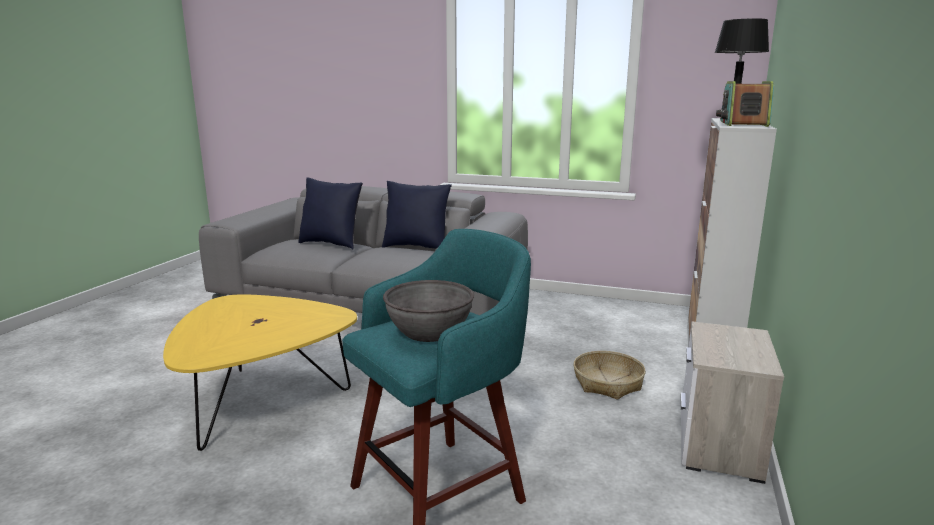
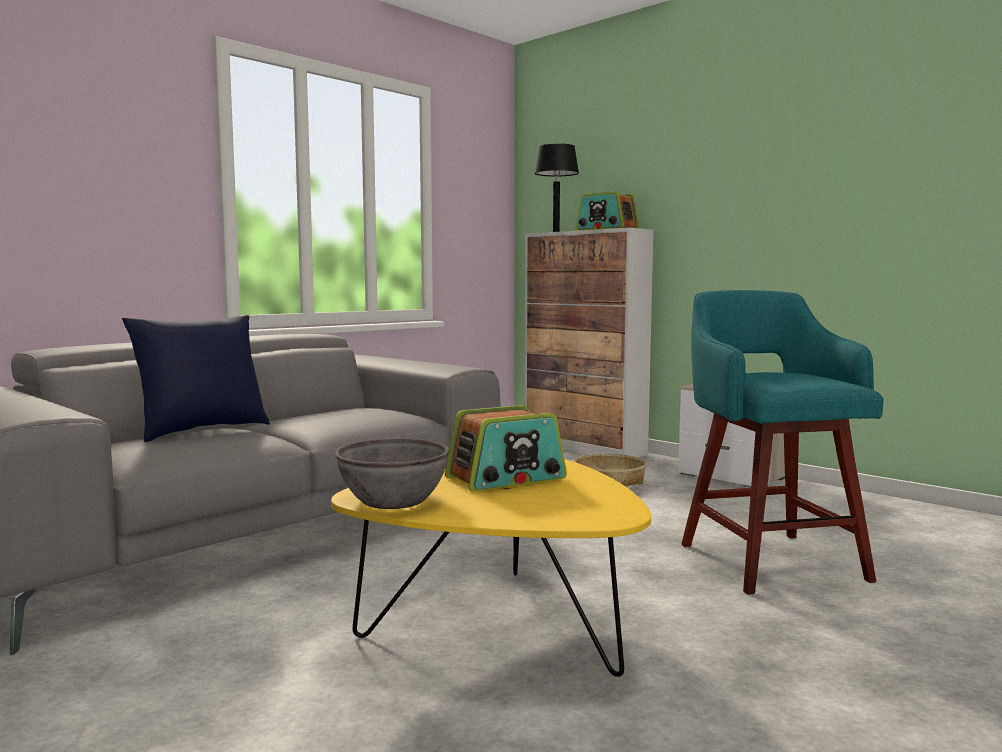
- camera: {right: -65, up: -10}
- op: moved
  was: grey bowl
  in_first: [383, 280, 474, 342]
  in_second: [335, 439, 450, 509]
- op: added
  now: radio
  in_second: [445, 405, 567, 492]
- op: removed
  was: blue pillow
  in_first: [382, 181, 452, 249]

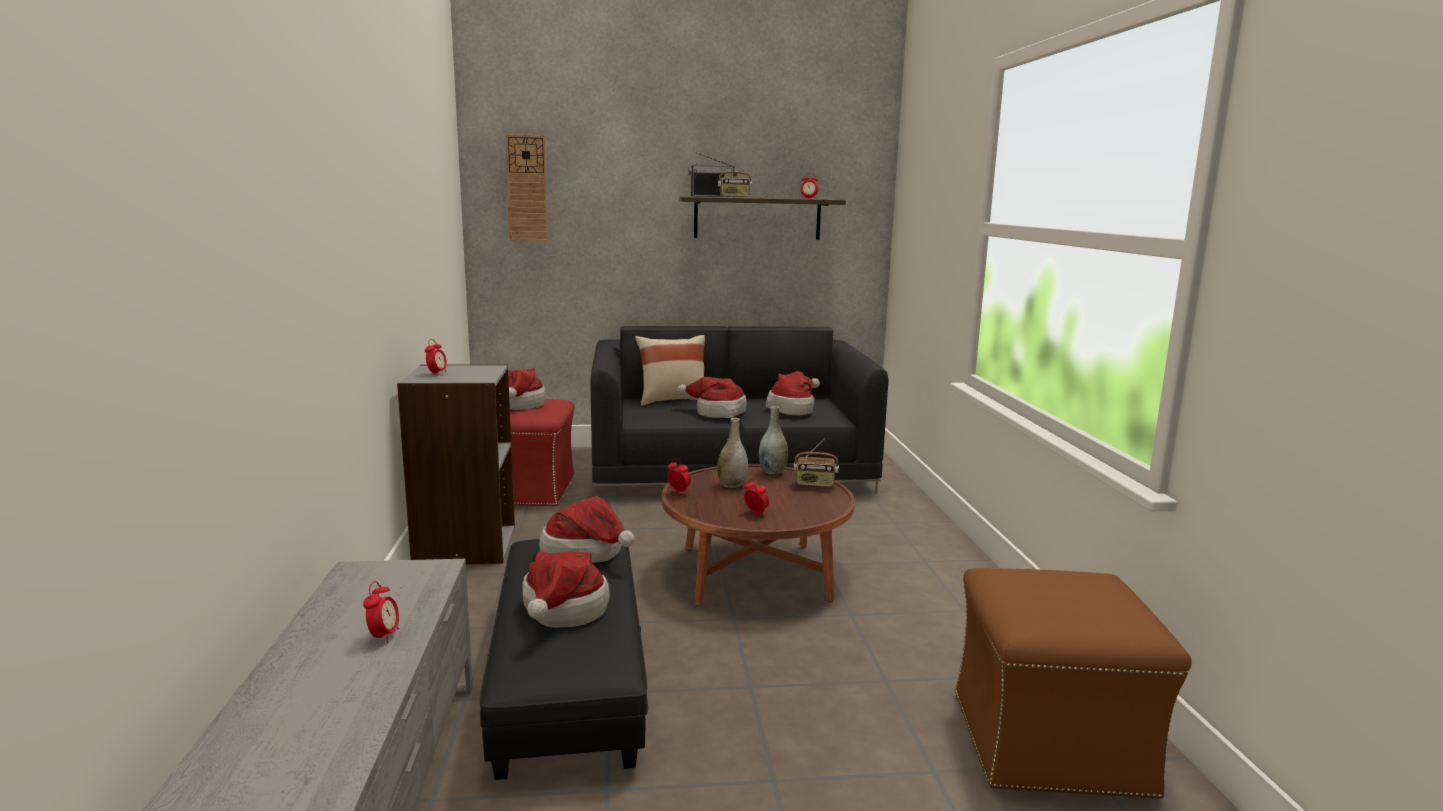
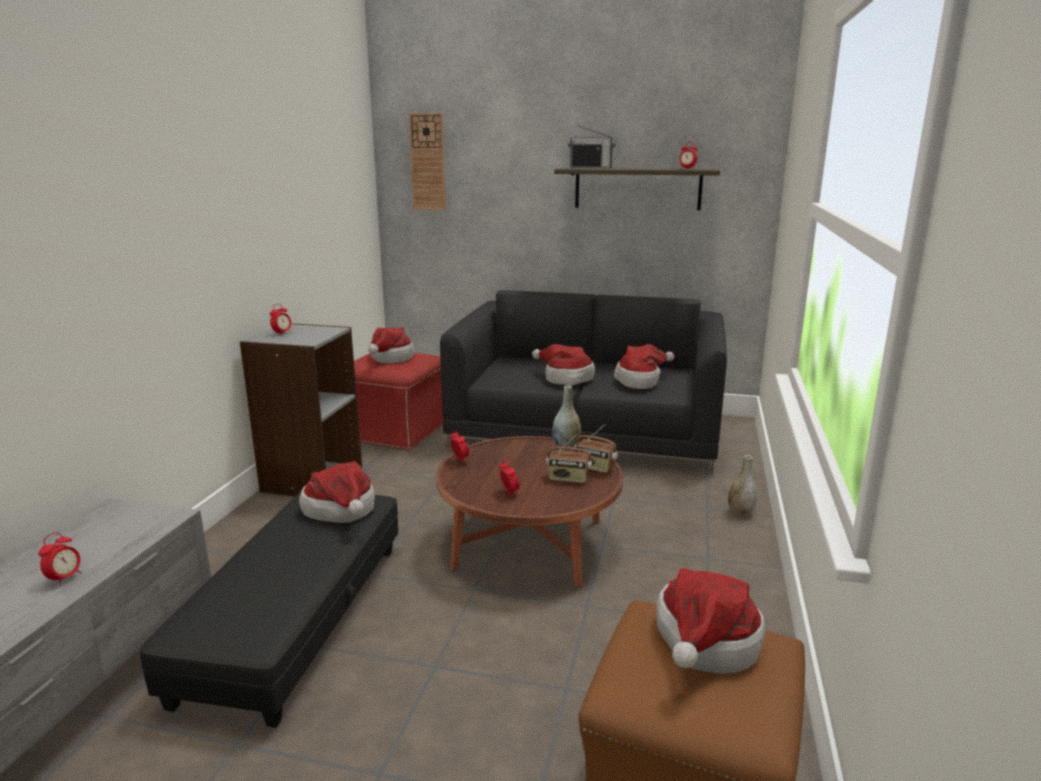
- camera: {right: 20, up: 5}
- op: moved
  was: radio
  in_first: [718, 162, 752, 198]
  in_second: [546, 433, 592, 483]
- op: moved
  was: hat
  in_first: [522, 551, 610, 627]
  in_second: [656, 568, 765, 674]
- op: moved
  was: grey vase
  in_first: [717, 418, 748, 488]
  in_second: [728, 455, 757, 516]
- op: removed
  was: beige pillow
  in_first: [635, 335, 705, 406]

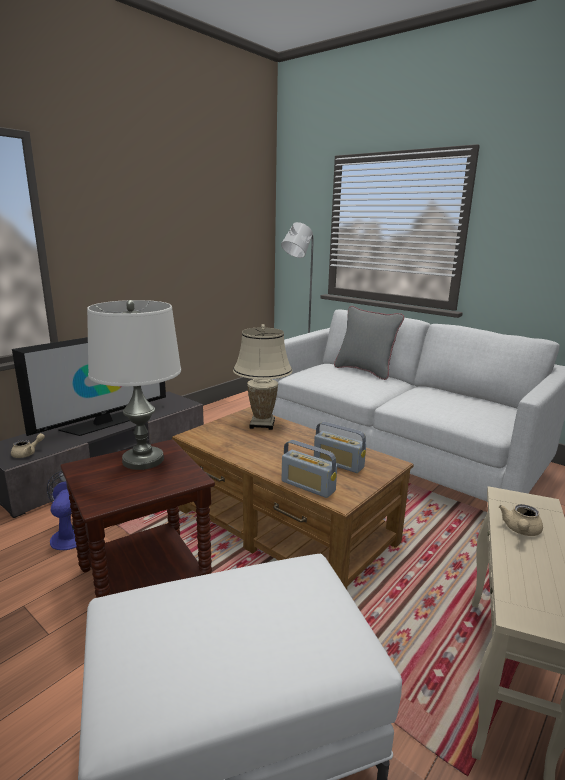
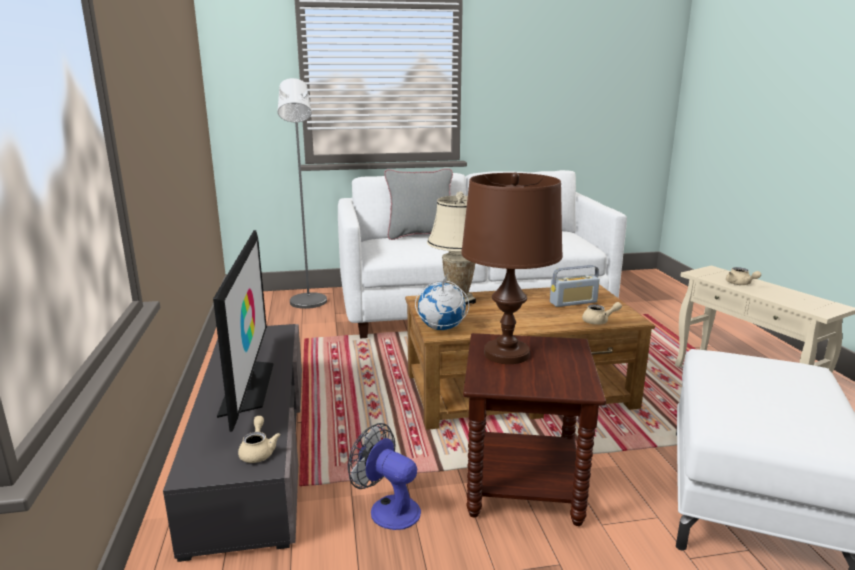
- camera: {right: -50, up: 0}
- op: added
  now: globe
  in_second: [415, 274, 469, 330]
- op: recoloured
  was: white table lamp
  now: brown table lamp
  in_first: [87, 300, 181, 470]
  in_second: [461, 172, 563, 364]
- op: replaced
  was: radio
  now: beige teapot
  in_first: [282, 440, 337, 498]
  in_second: [582, 302, 622, 325]

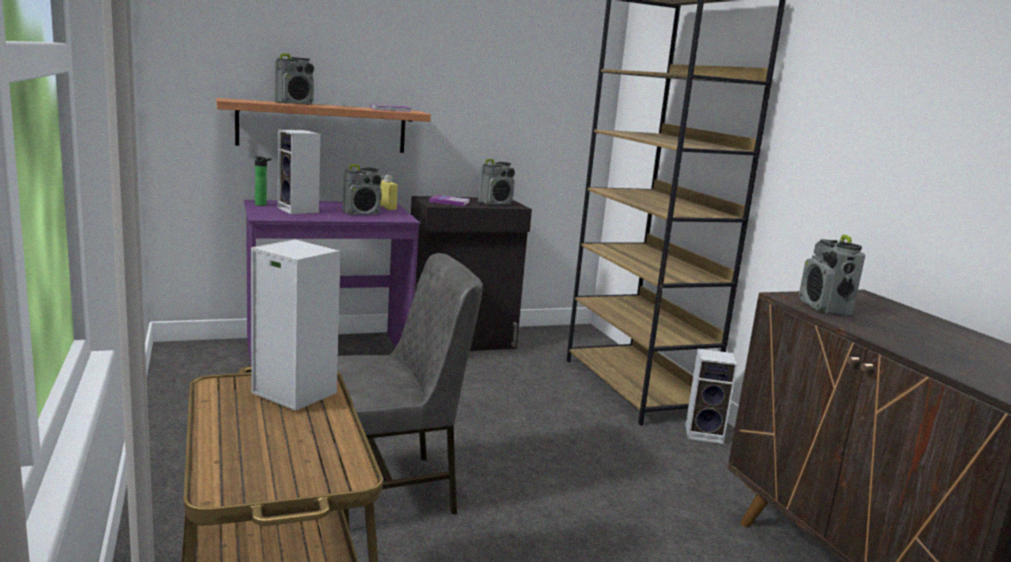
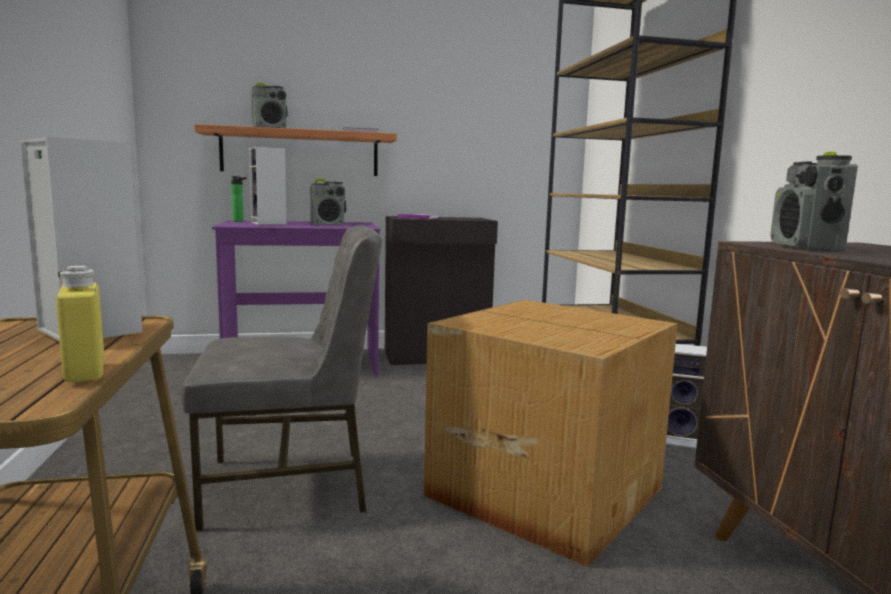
- camera: {right: 10, up: -5}
- op: moved
  was: yellow bottle
  in_first: [380, 175, 398, 210]
  in_second: [56, 266, 104, 382]
- op: added
  now: cardboard box
  in_second: [424, 300, 678, 567]
- op: removed
  was: radio
  in_first: [478, 159, 515, 205]

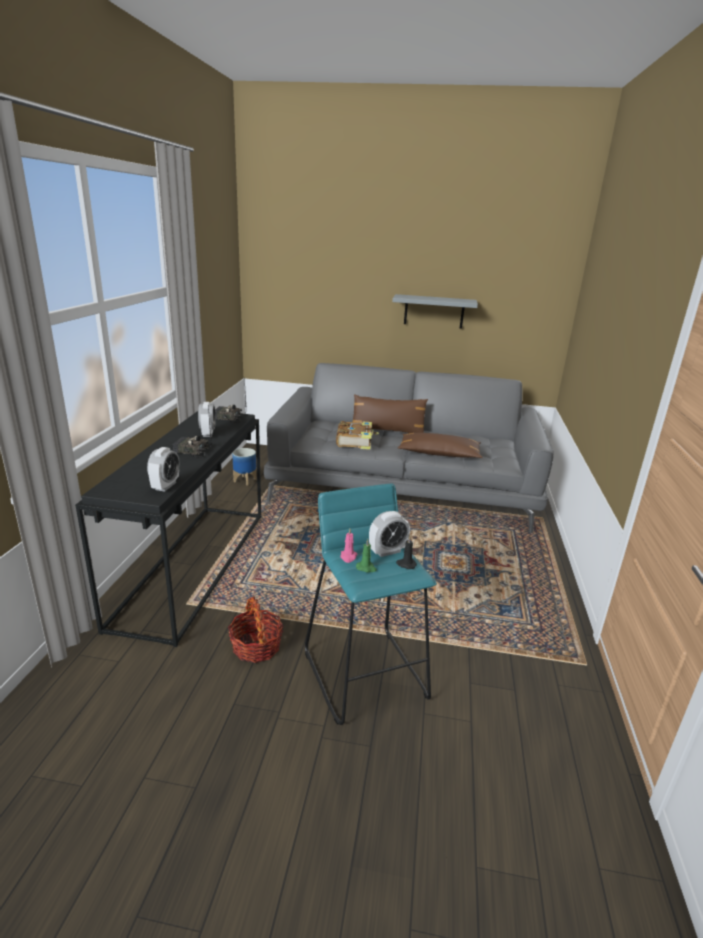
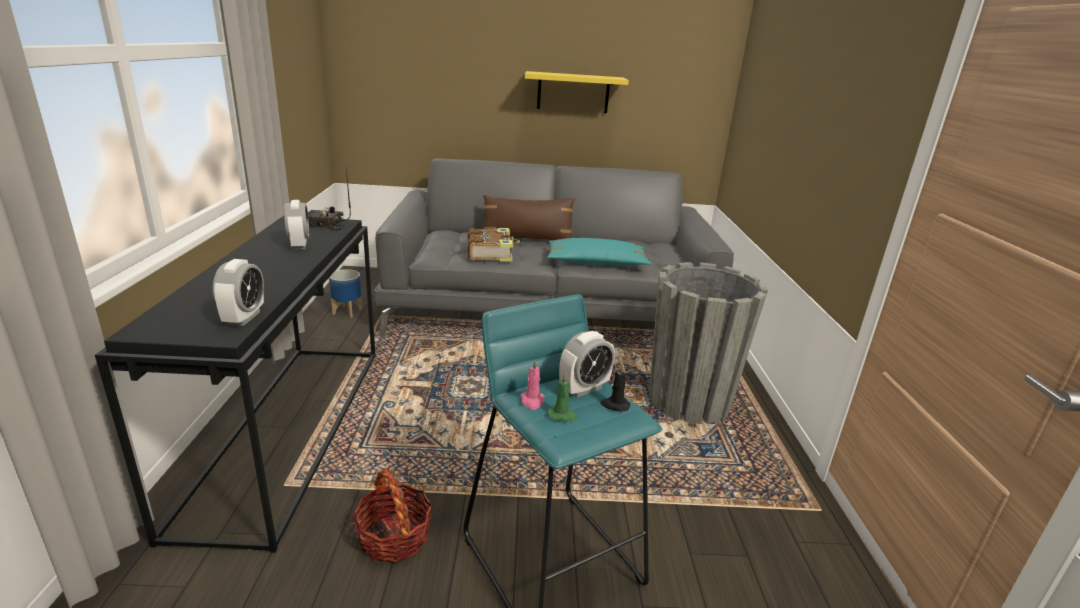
- camera: {right: -10, up: 0}
- op: recoloured
  was: grey shelf
  now: yellow shelf
  in_first: [392, 294, 478, 329]
  in_second: [525, 71, 629, 113]
- op: recoloured
  was: brown pillow
  now: turquoise pillow
  in_first: [398, 433, 483, 458]
  in_second: [547, 238, 652, 266]
- op: added
  now: grey planter
  in_second: [649, 262, 768, 424]
- op: removed
  was: radio
  in_first: [173, 405, 212, 458]

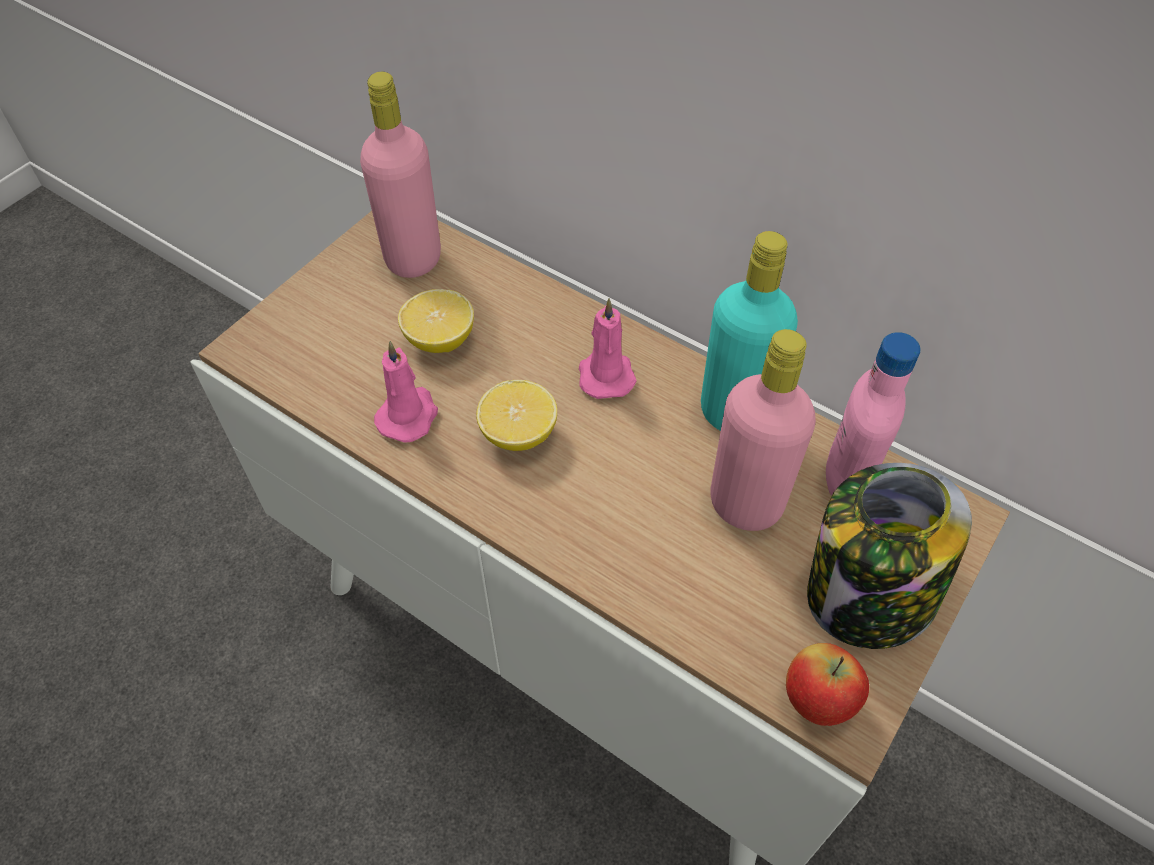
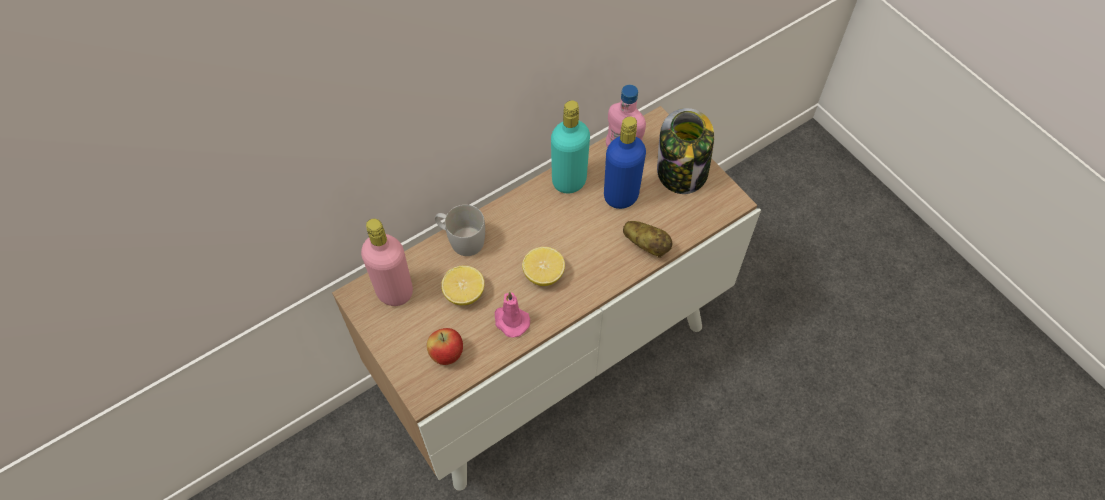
- camera: {right: -70, up: 5}
- op: moved
  was: apple
  in_first: [786, 643, 869, 726]
  in_second: [427, 328, 463, 365]
- op: added
  now: white mug
  in_second: [435, 205, 485, 256]
- op: recoloured
  was: pink bottle
  now: blue bottle
  in_first: [710, 329, 816, 531]
  in_second: [604, 117, 646, 209]
- op: added
  now: potato
  in_second: [623, 221, 672, 258]
- op: removed
  was: pink candle
  in_first: [579, 298, 637, 399]

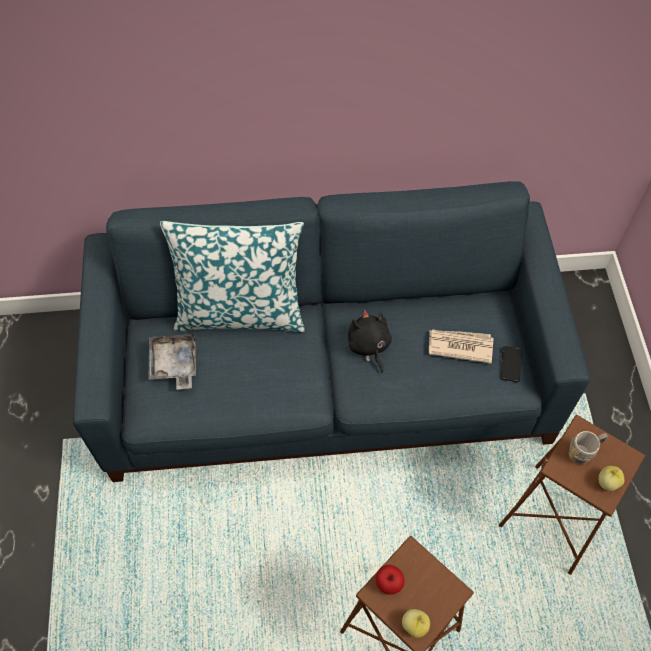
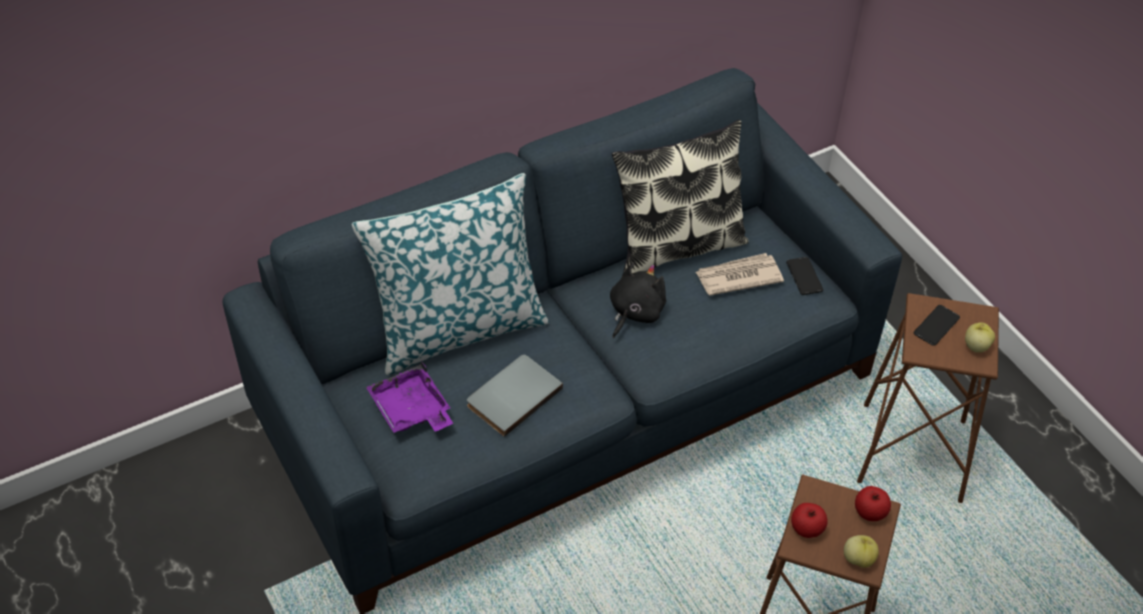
- camera: {right: -25, up: -10}
- op: recoloured
  was: grey tray
  now: purple tray
  in_first: [148, 332, 196, 390]
  in_second: [366, 361, 453, 433]
- op: added
  now: grey book
  in_second: [467, 355, 563, 437]
- op: turned
  was: black plush toy
  in_first: [348, 309, 392, 374]
  in_second: [610, 262, 666, 339]
  clockwise: 75
- op: added
  now: pillow
  in_second: [612, 120, 749, 273]
- op: added
  now: apple
  in_second: [855, 486, 891, 521]
- op: replaced
  was: grey mug
  now: phone
  in_first: [569, 431, 608, 464]
  in_second: [914, 305, 960, 346]

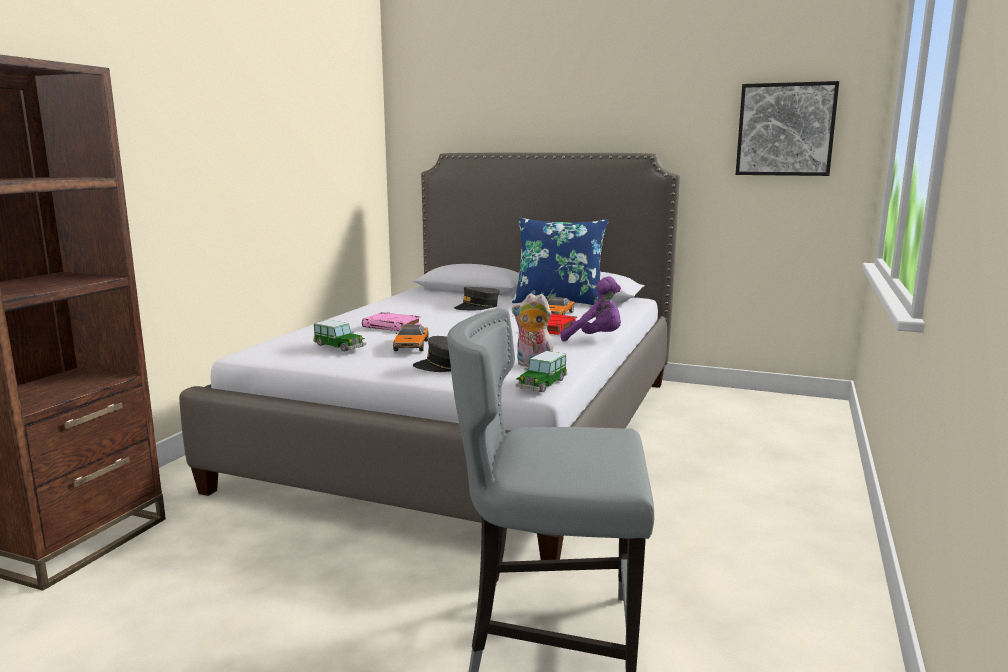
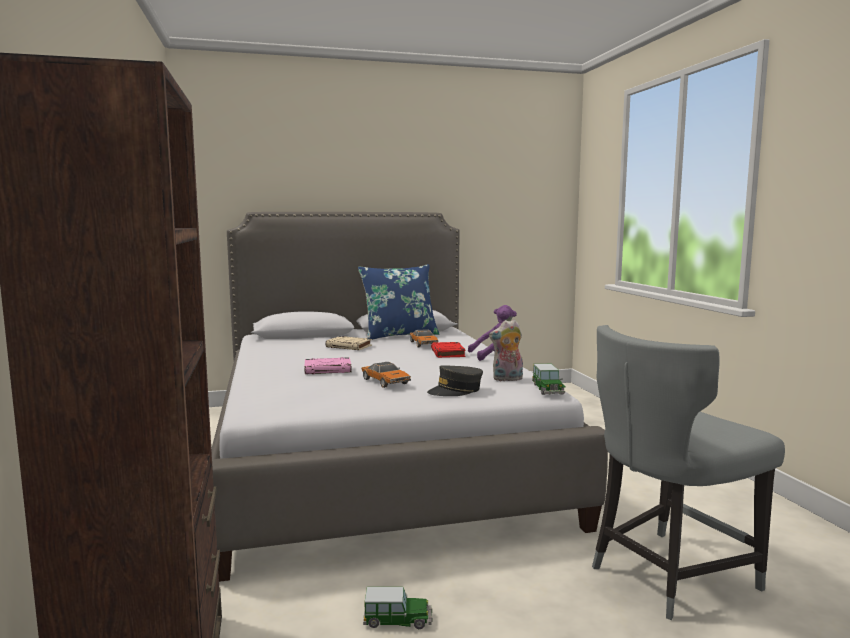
- camera: {right: -35, up: -5}
- op: replaced
  was: grey cap
  now: beige book
  in_first: [454, 287, 500, 310]
  in_second: [325, 336, 372, 350]
- op: moved
  was: toy car
  in_first: [313, 320, 366, 352]
  in_second: [363, 587, 432, 629]
- op: removed
  was: picture
  in_first: [736, 81, 839, 176]

